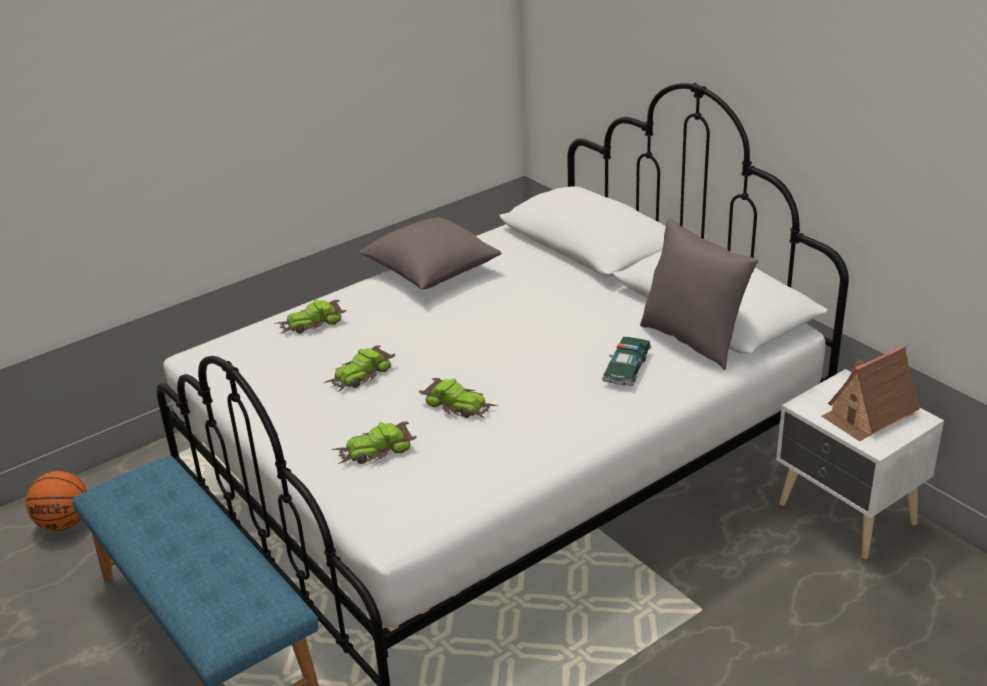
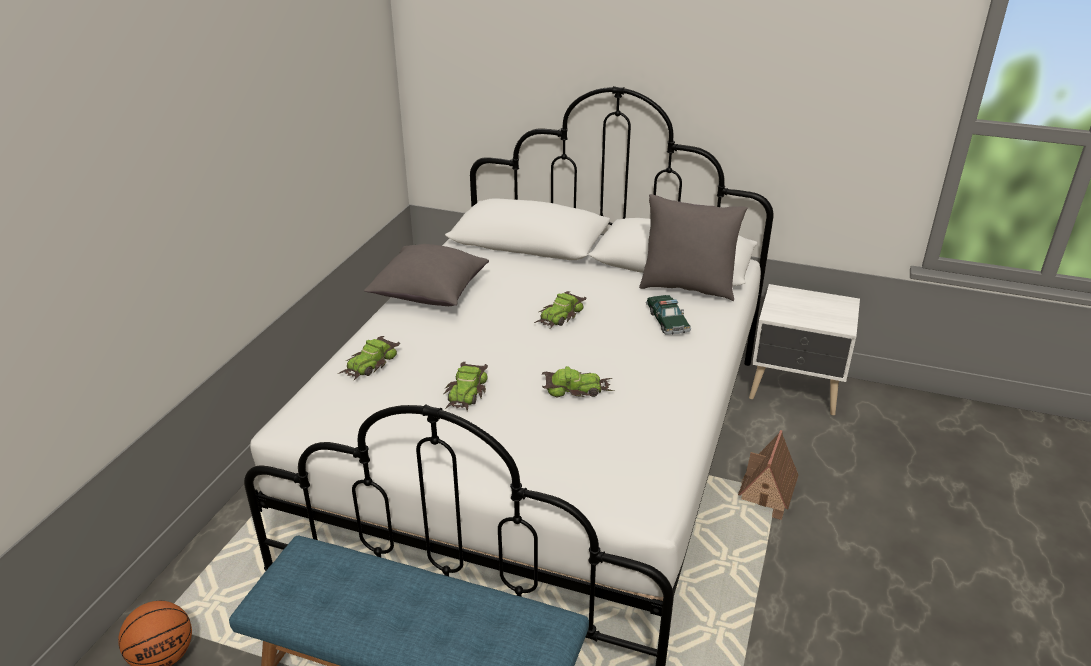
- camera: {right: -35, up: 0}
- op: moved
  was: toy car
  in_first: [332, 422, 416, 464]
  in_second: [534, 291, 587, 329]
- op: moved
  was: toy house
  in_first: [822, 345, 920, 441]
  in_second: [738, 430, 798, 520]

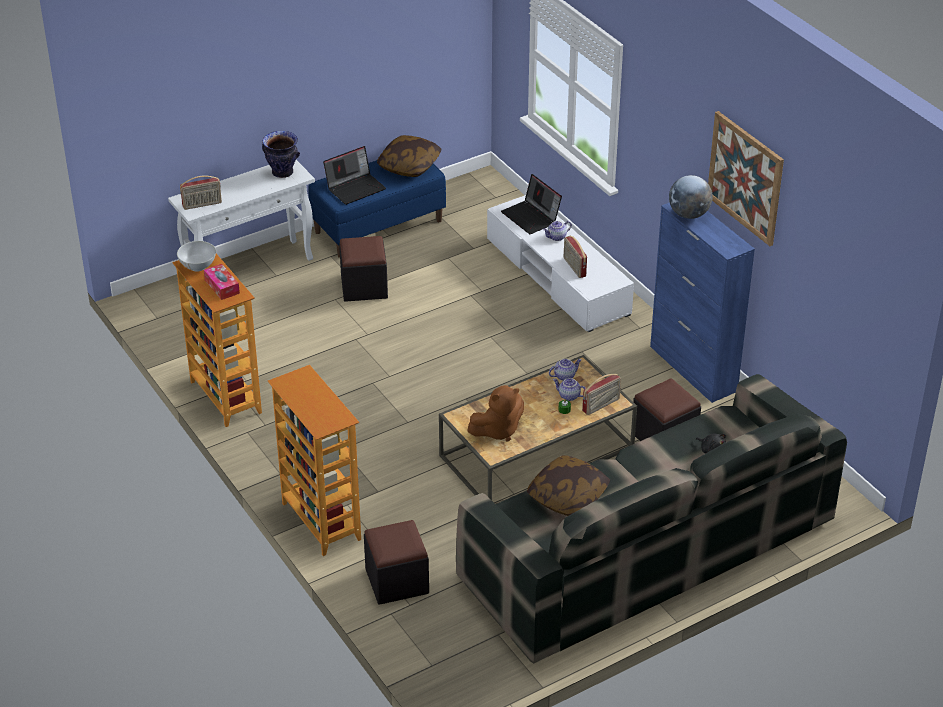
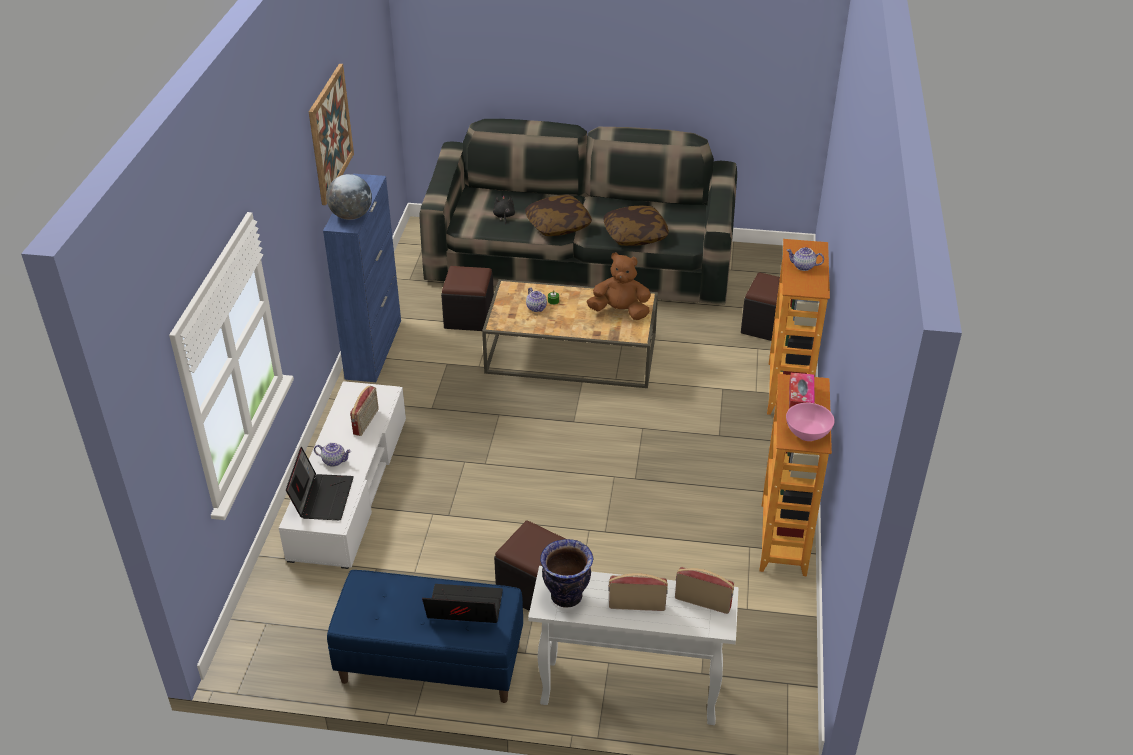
- camera: {right: -140, up: 0}
- op: moved
  was: pillow
  in_first: [377, 135, 441, 177]
  in_second: [525, 195, 592, 236]
- op: moved
  was: radio
  in_first: [582, 374, 621, 415]
  in_second: [608, 573, 668, 611]
- op: recoloured
  was: white bowl
  now: pink bowl
  in_first: [177, 241, 216, 271]
  in_second: [786, 403, 835, 441]
- op: moved
  was: teapot
  in_first: [549, 359, 582, 381]
  in_second: [787, 247, 824, 271]

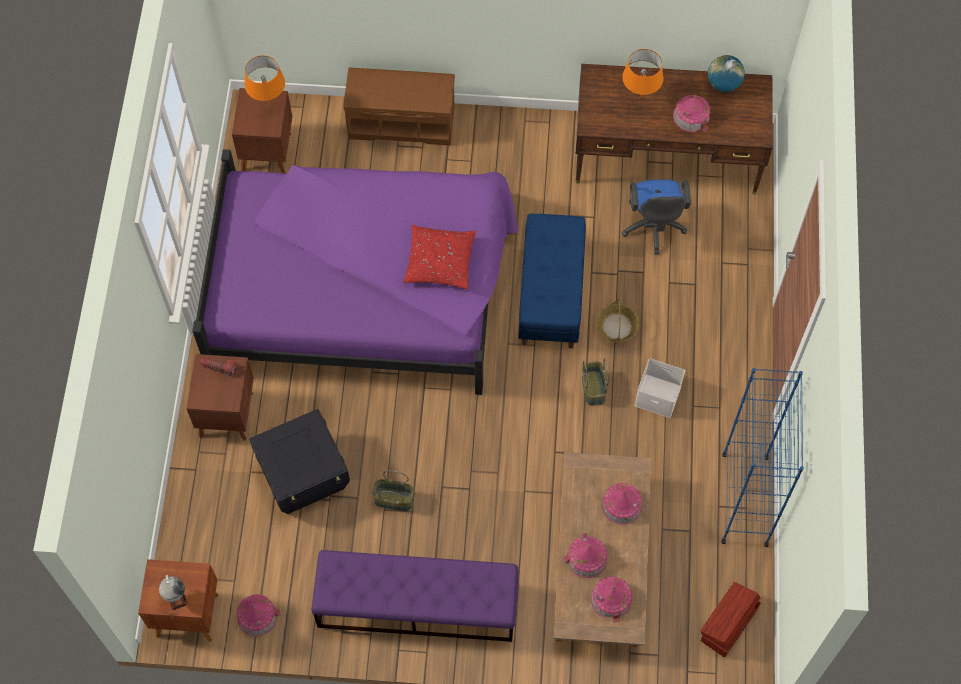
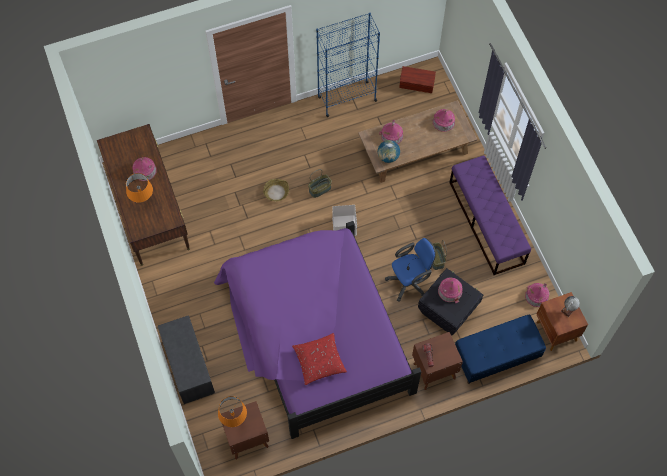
- camera: {right: -115, up: 0}
- op: recoloured
  was: brown bench
  now: grey bench
  in_first: [343, 68, 455, 146]
  in_second: [158, 315, 215, 404]
- op: moved
  was: red pillow
  in_first: [403, 225, 476, 289]
  in_second: [292, 333, 347, 385]
- op: moved
  was: white storage box
  in_first: [635, 358, 685, 418]
  in_second: [332, 205, 357, 236]
- op: moved
  was: globe
  in_first: [708, 55, 745, 92]
  in_second: [378, 140, 400, 163]
- op: moved
  was: blue office chair
  in_first: [622, 180, 691, 254]
  in_second: [385, 238, 436, 302]
- op: moved
  was: toy house
  in_first: [564, 533, 607, 578]
  in_second: [438, 278, 463, 303]
- op: moved
  was: blue bench
  in_first: [519, 214, 586, 349]
  in_second: [455, 315, 546, 384]

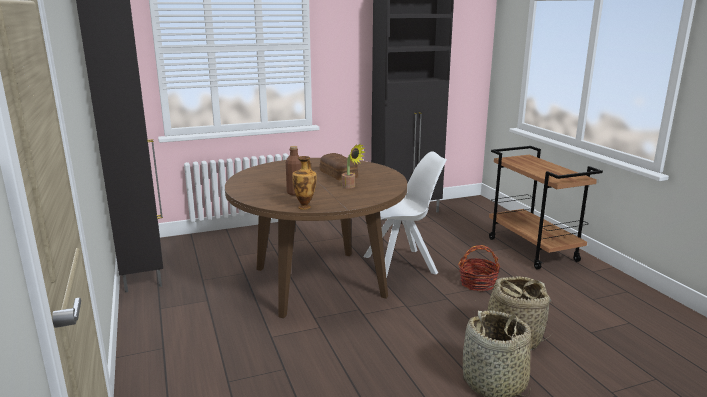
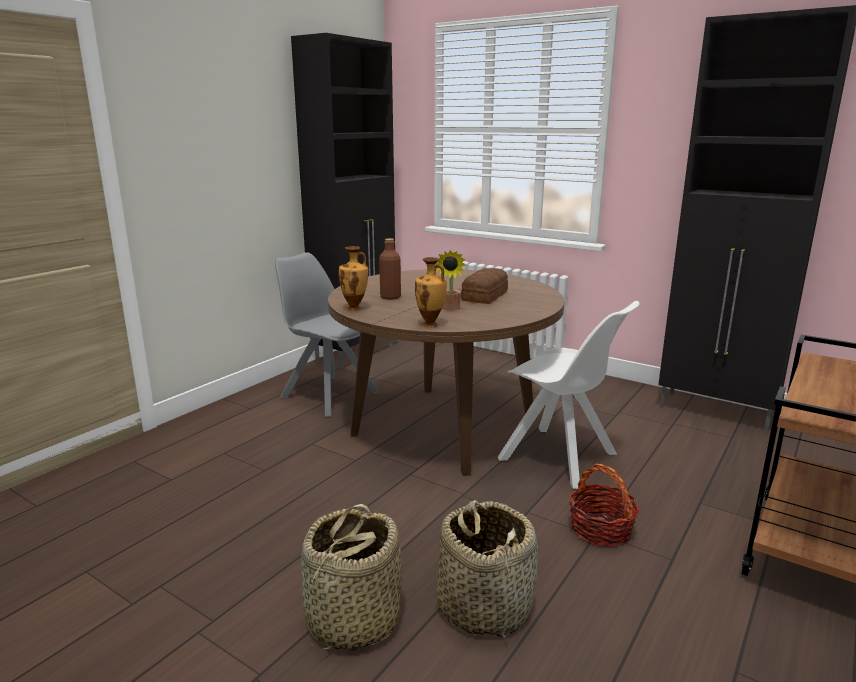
- camera: {right: 55, up: 0}
- op: added
  now: grey chair
  in_second: [275, 252, 380, 417]
- op: added
  now: vase
  in_second: [415, 257, 447, 327]

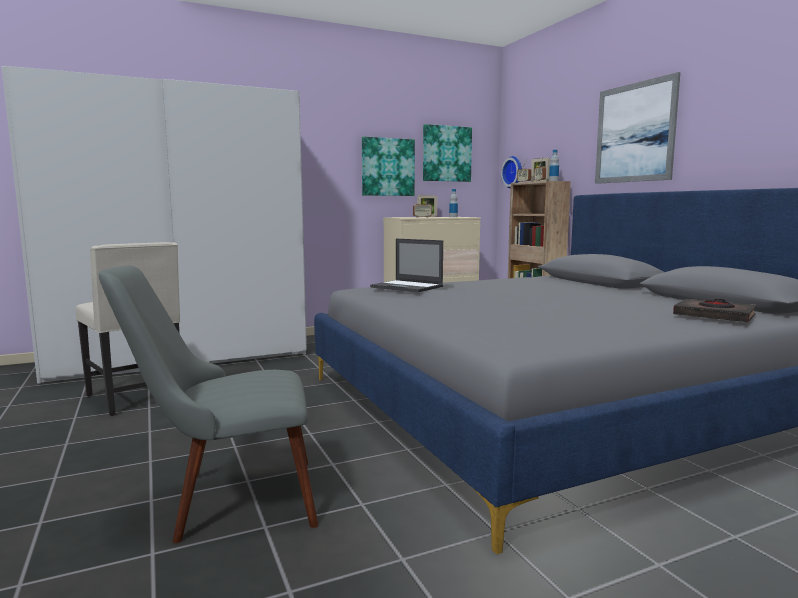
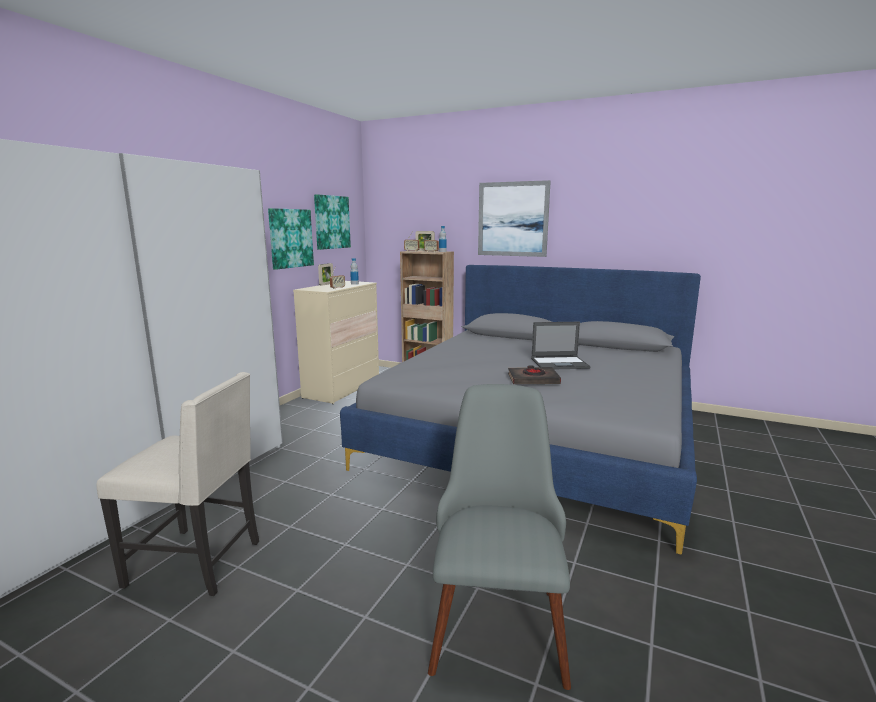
- camera: {right: -40, up: 5}
- op: turned
  was: grey chair
  in_first: [99, 266, 318, 543]
  in_second: [428, 384, 571, 690]
  clockwise: 150
- op: moved
  was: black book
  in_first: [673, 299, 756, 322]
  in_second: [508, 366, 561, 384]
- op: moved
  was: laptop
  in_first: [370, 239, 443, 292]
  in_second: [531, 322, 591, 369]
- op: removed
  was: wall clock
  in_first: [501, 156, 522, 188]

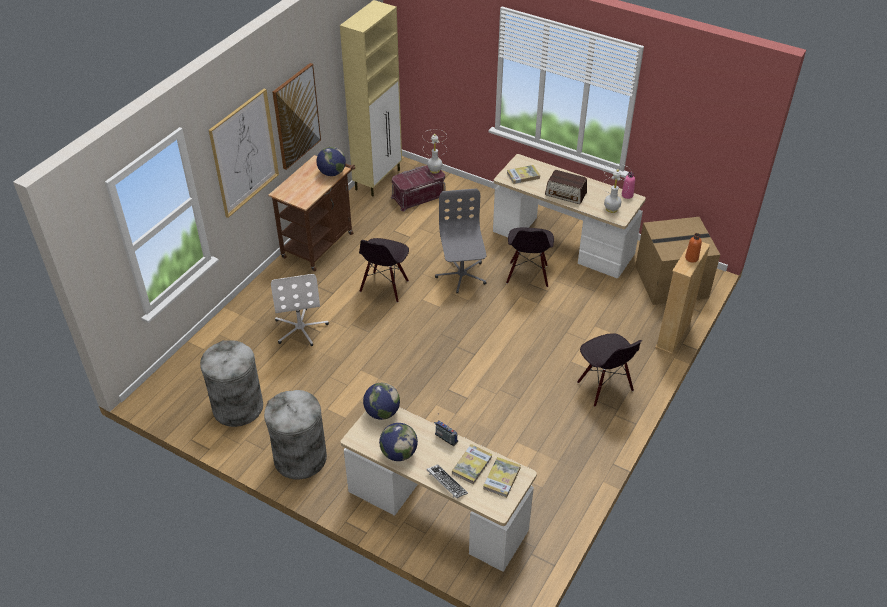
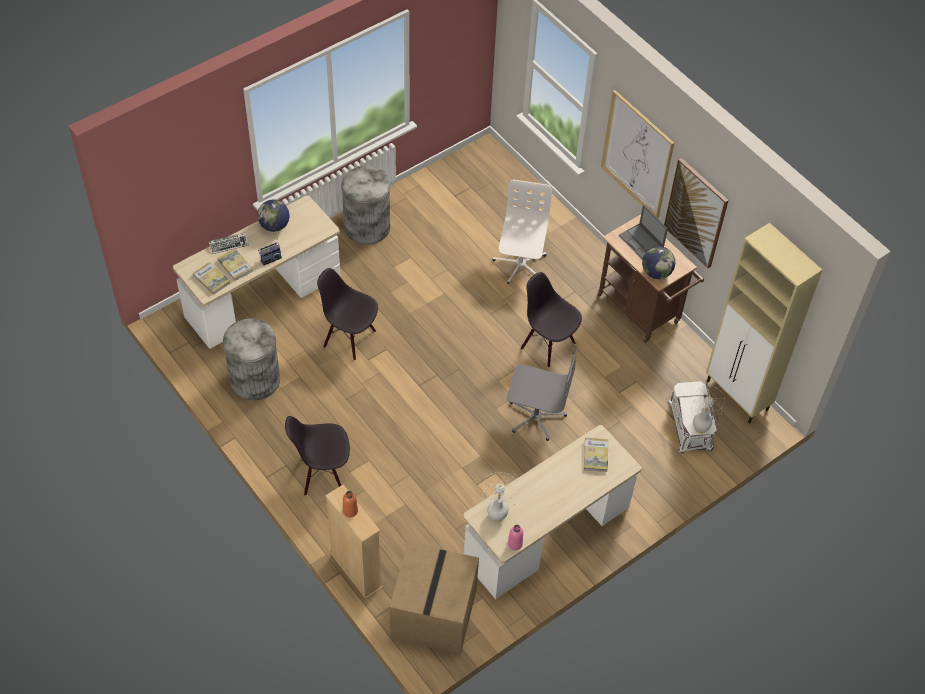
- camera: {right: 110, up: 10}
- op: moved
  was: grey trash can
  in_first: [200, 340, 263, 427]
  in_second: [223, 319, 280, 401]
- op: moved
  was: black chair
  in_first: [506, 228, 554, 287]
  in_second: [317, 268, 378, 361]
- op: turned
  was: white office chair
  in_first: [271, 274, 329, 346]
  in_second: [492, 180, 552, 284]
  clockwise: 90
- op: added
  now: laptop
  in_second: [619, 205, 668, 259]
- op: recoloured
  was: red storage box
  now: white storage box
  in_first: [391, 165, 445, 211]
  in_second: [668, 381, 719, 454]
- op: removed
  was: globe
  in_first: [363, 383, 400, 420]
- op: removed
  was: radio
  in_first: [545, 170, 587, 204]

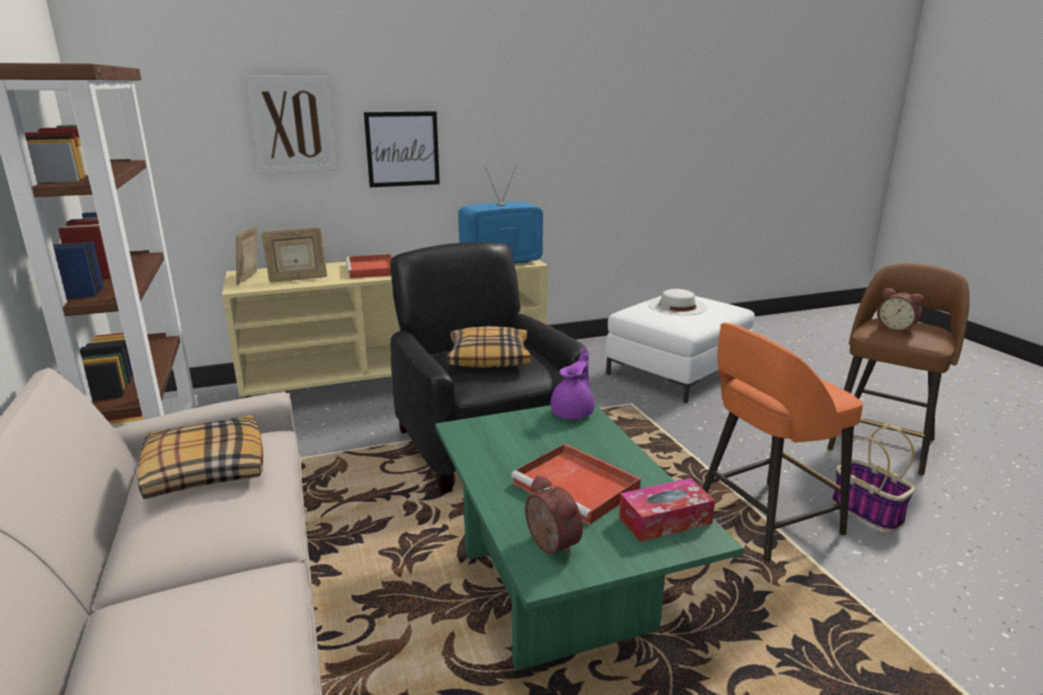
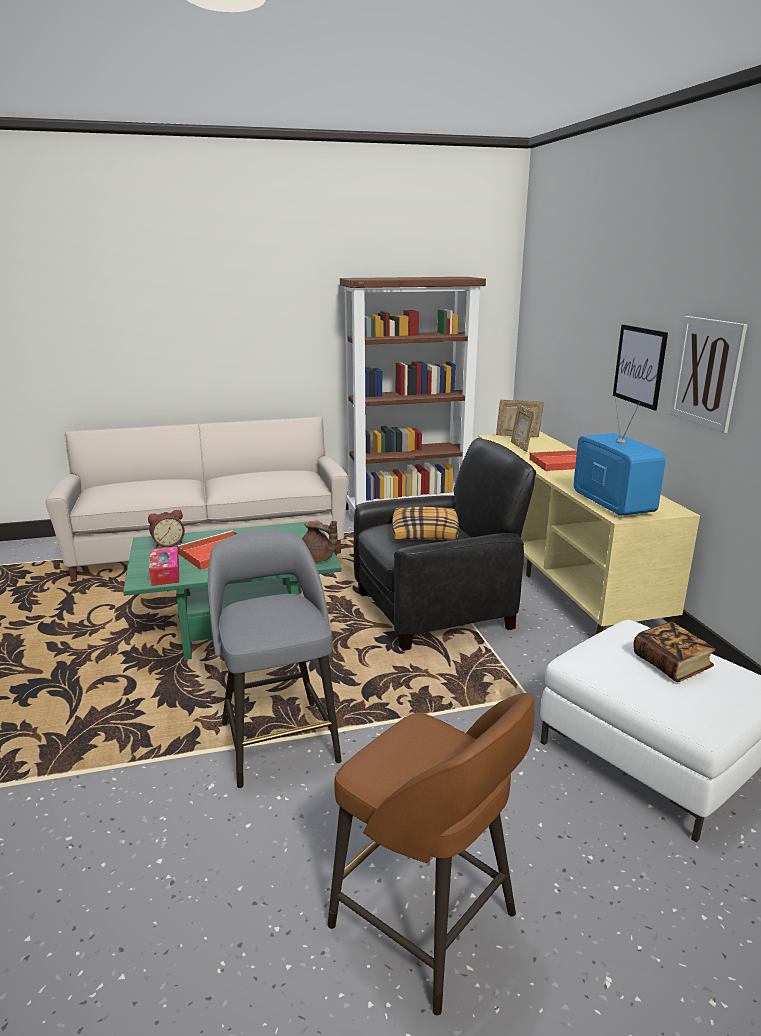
- camera: {right: 95, up: 0}
- op: recoloured
  was: orange stool
  now: grey stool
  in_first: [702, 322, 863, 562]
  in_second: [208, 529, 342, 788]
- op: recoloured
  was: purple teapot
  now: brown teapot
  in_first: [551, 348, 595, 419]
  in_second: [302, 521, 338, 562]
- op: replaced
  was: white hat
  now: book
  in_first: [648, 289, 708, 315]
  in_second: [633, 622, 716, 682]
- op: moved
  was: picture
  in_first: [246, 76, 337, 174]
  in_second: [670, 316, 747, 433]
- op: removed
  was: pillow
  in_first: [138, 415, 264, 499]
- op: removed
  was: basket
  in_first: [832, 426, 915, 532]
- op: removed
  was: alarm clock
  in_first: [877, 288, 924, 334]

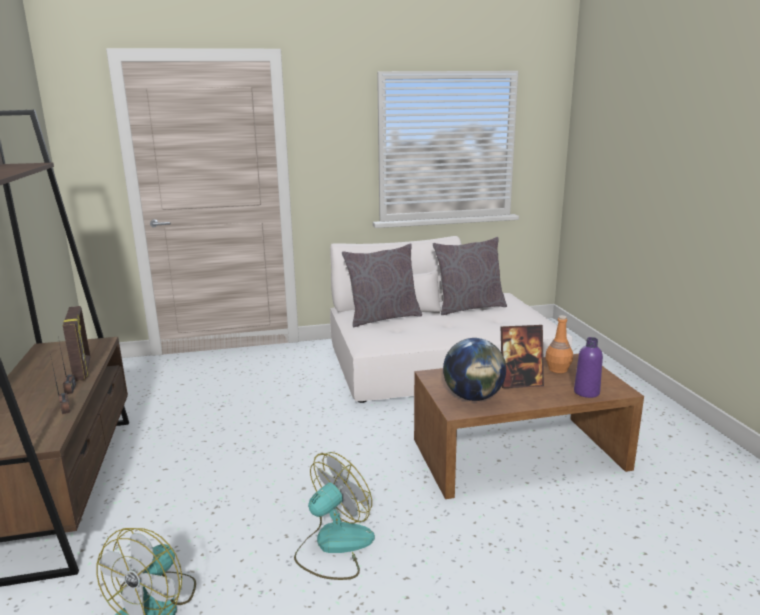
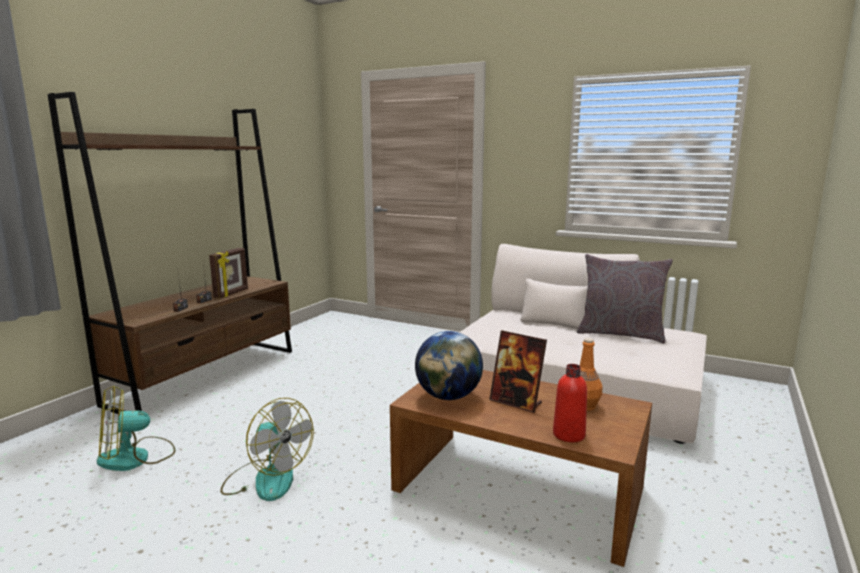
- camera: {right: 40, up: -5}
- op: turned
  was: fan
  in_first: [294, 452, 375, 580]
  in_second: [220, 398, 314, 501]
  clockwise: 45
- op: recoloured
  was: purple bottle
  now: red bottle
  in_first: [574, 337, 603, 398]
  in_second: [553, 364, 587, 442]
- op: removed
  was: grey pillow
  in_first: [342, 243, 422, 327]

